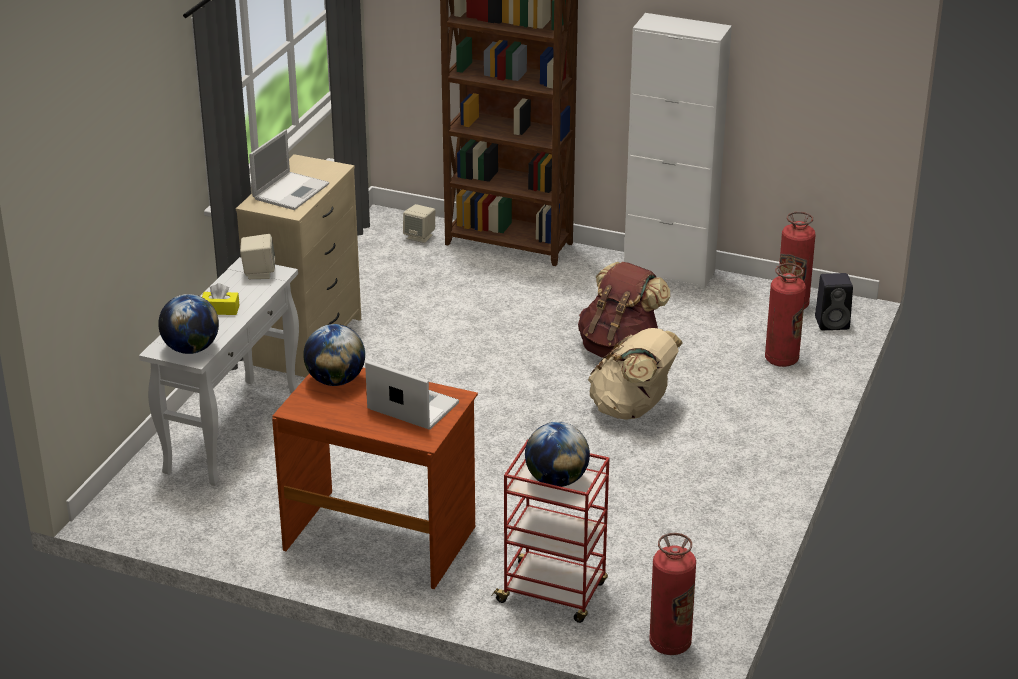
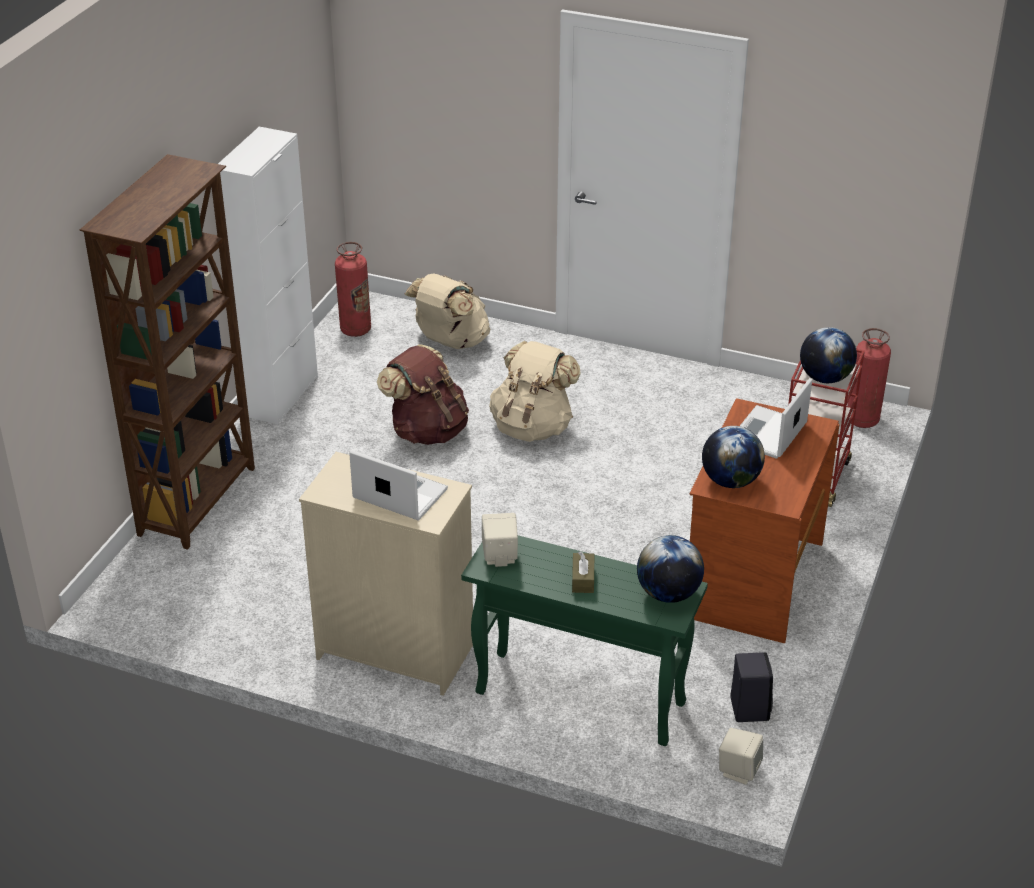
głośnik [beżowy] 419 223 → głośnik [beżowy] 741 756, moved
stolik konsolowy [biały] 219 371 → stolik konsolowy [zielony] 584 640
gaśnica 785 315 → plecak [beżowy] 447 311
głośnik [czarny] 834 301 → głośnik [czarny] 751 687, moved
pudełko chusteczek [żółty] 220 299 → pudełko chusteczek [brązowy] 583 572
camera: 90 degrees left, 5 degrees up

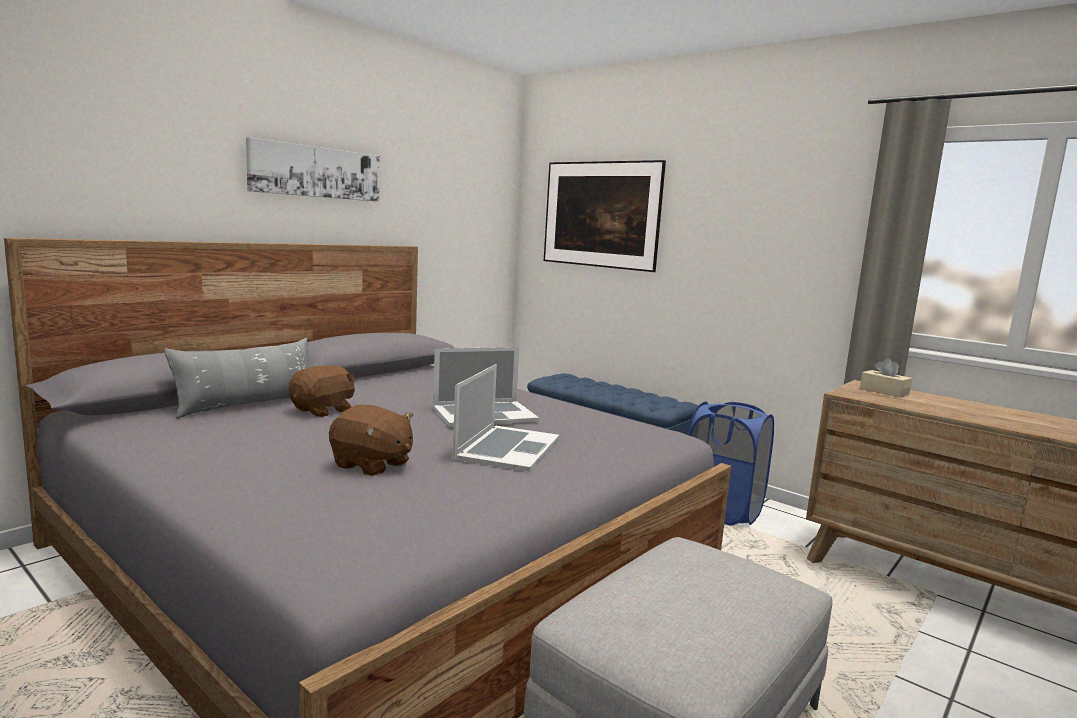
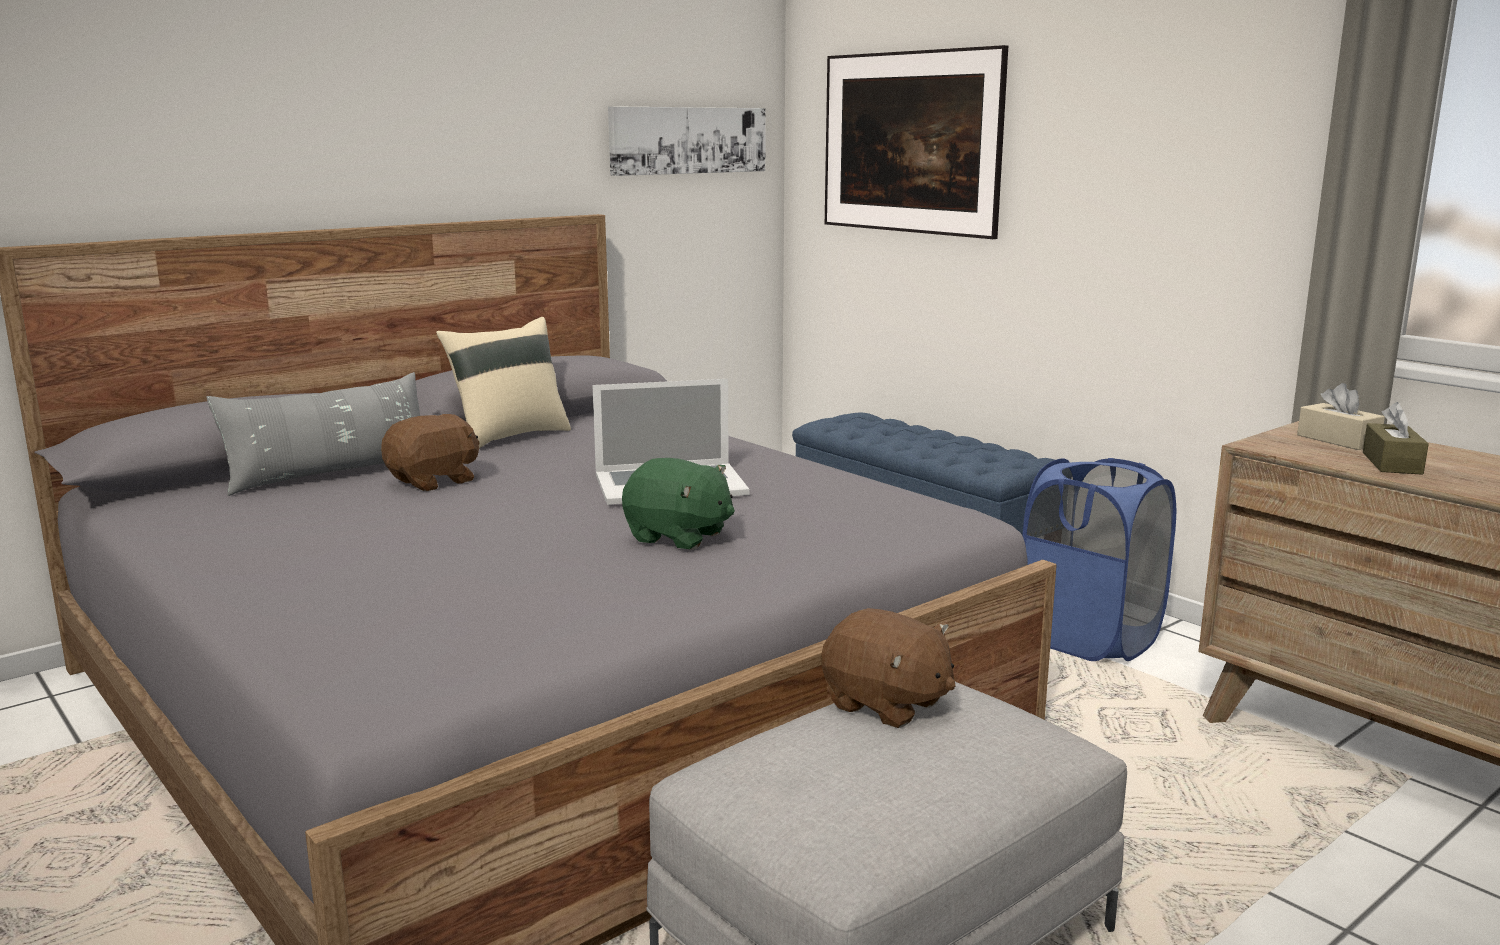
obraz 313 169 → obraz 687 141, moved
laptop 506 418 → pluszak [zielony] 678 503
pluszak [brązowy] 371 440 → pluszak [brązowy] 888 668, moved
- → poduszka [beżowy] 503 382
- → pudełko chusteczek [brązowy] 1396 438
camera: 10 degrees right, 5 degrees up

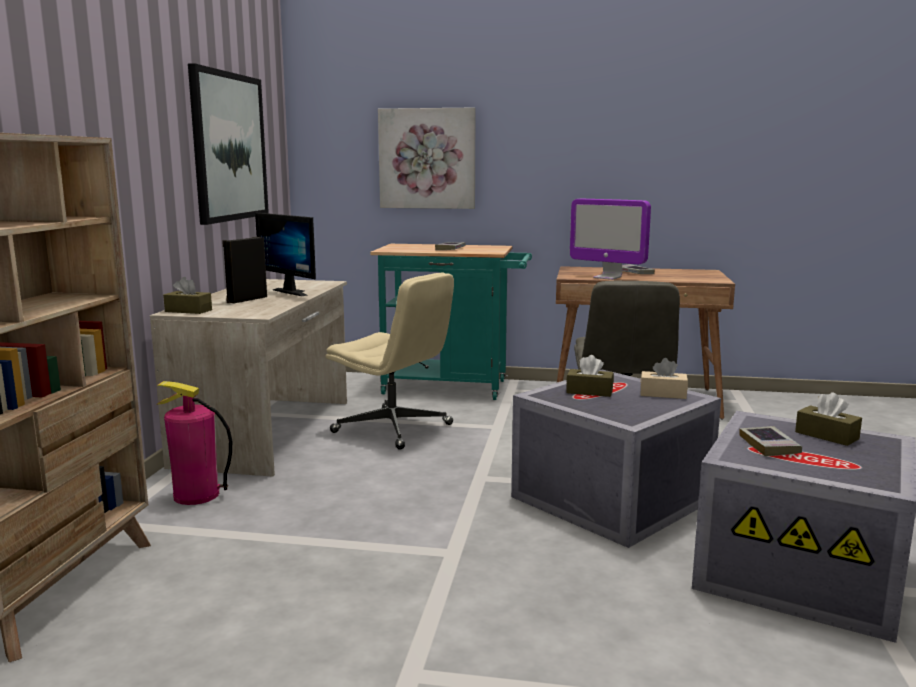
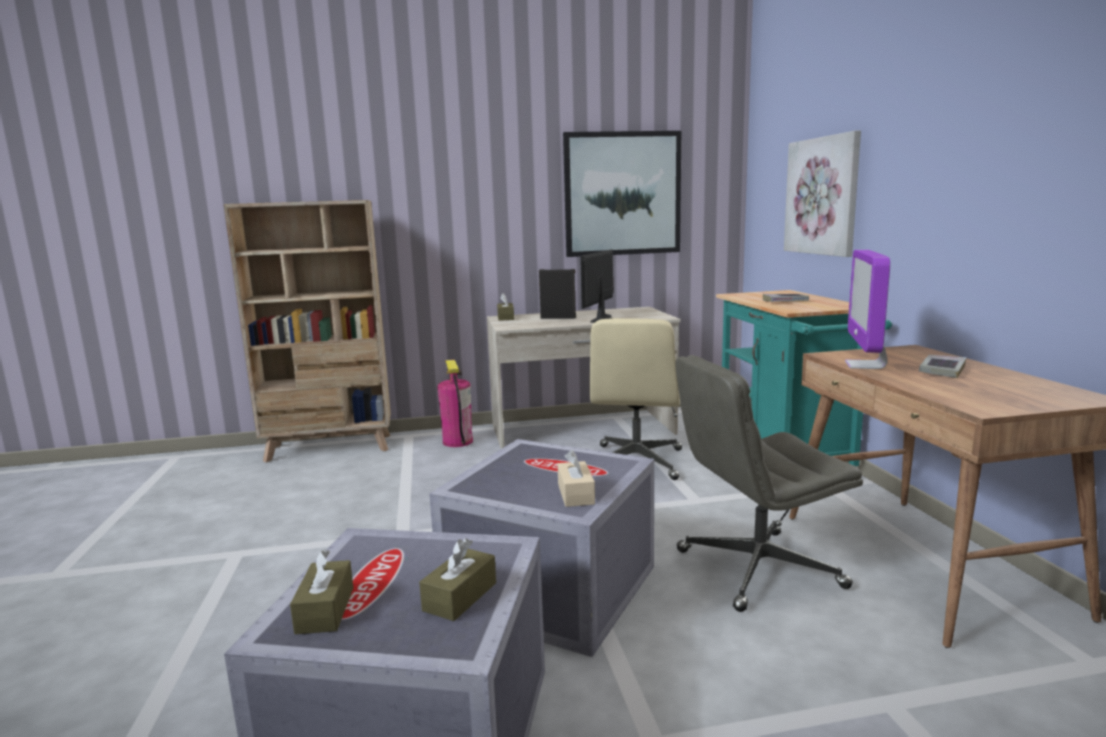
pudełko chusteczek [brązowy] 590 376 → pudełko chusteczek [brązowy] 321 591, moved
książka 770 441 → -
camera: 70 degrees right, 0 degrees up

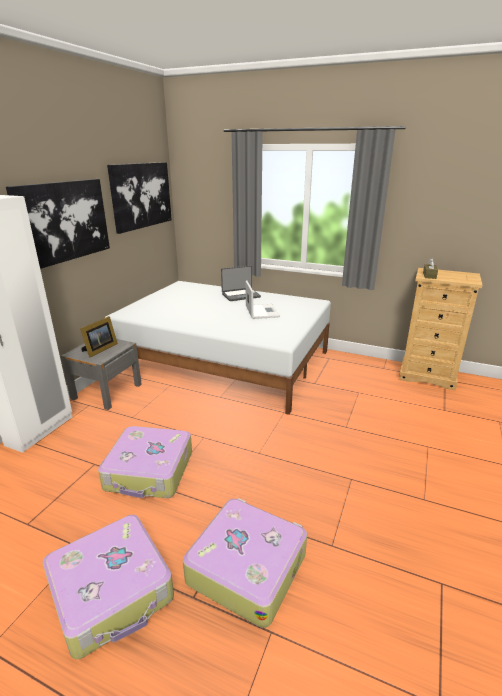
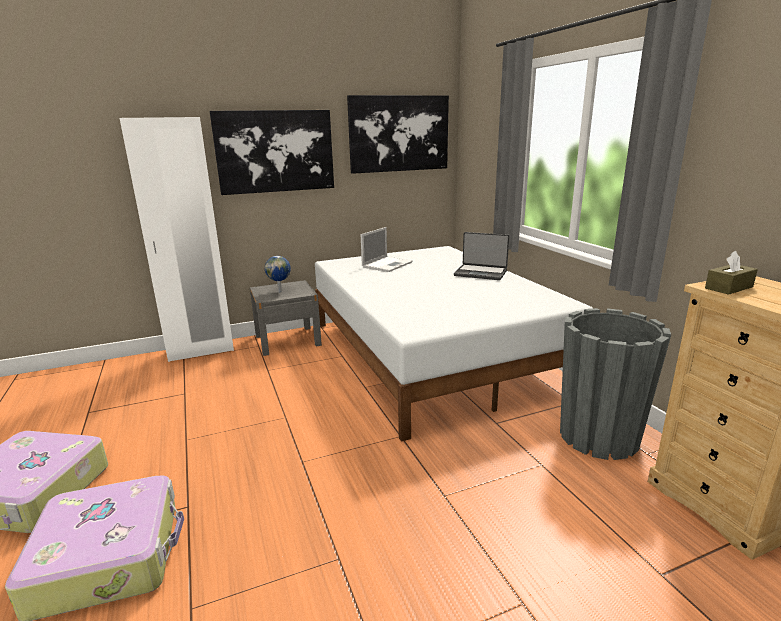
laptop 263 299 → laptop 386 249, moved
ramka na zdjęcie 99 337 → globus 278 274
walizka 145 462 → -
- → donica [szary] 615 384
camera: 45 degrees right, 5 degrees down

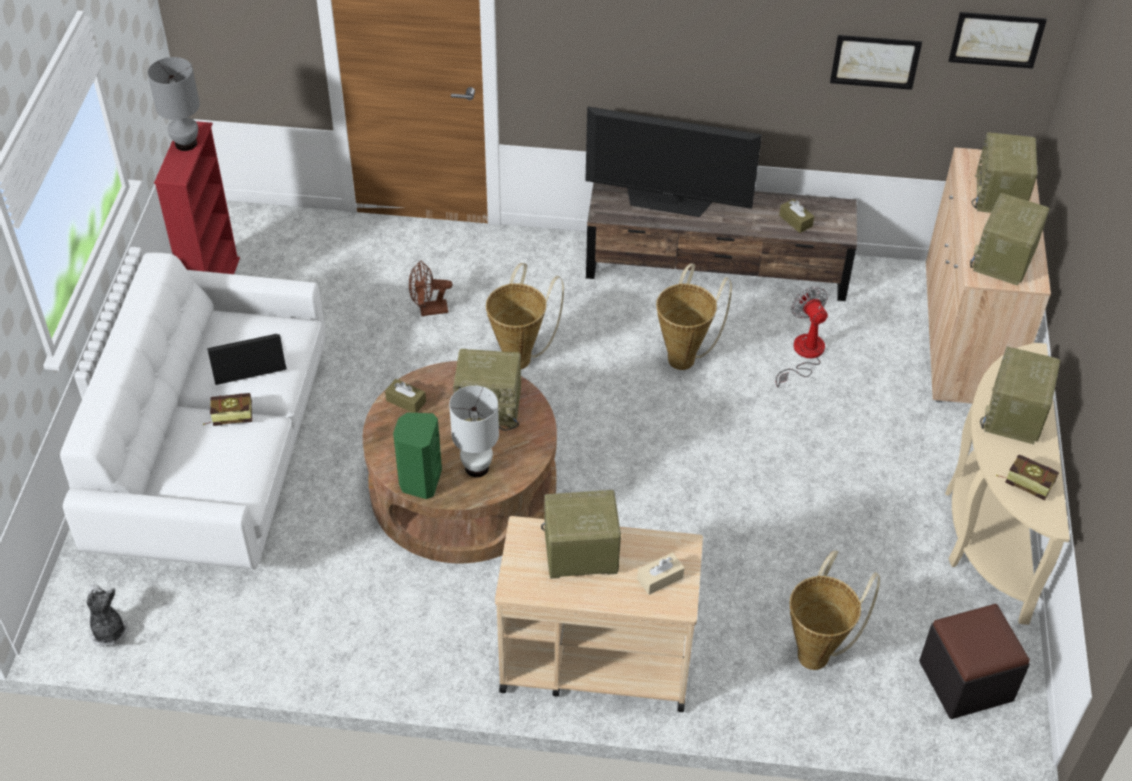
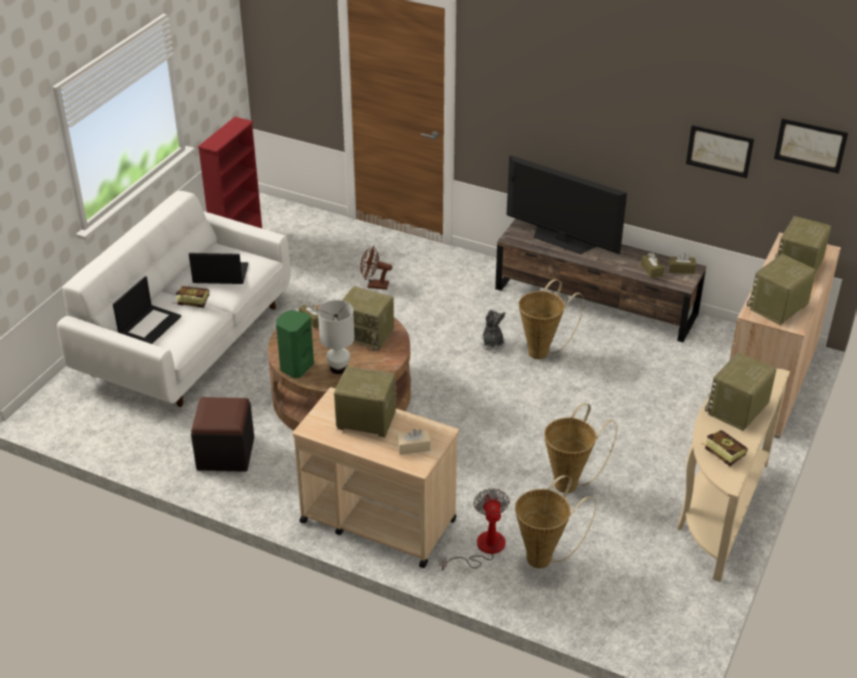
lampa stołowa [szary] 173 104 → -
koszyk 525 316 → koszyk 580 448, moved
wentylator 802 337 → wentylator 474 529, moved
pluszak 107 615 → pluszak 493 329, moved
pufa [czarny] 974 661 → pufa [czarny] 222 434, moved
- → pudełko chusteczek [brązowy] 682 263
- → laptop 147 310
camera: 20 degrees right, 10 degrees down

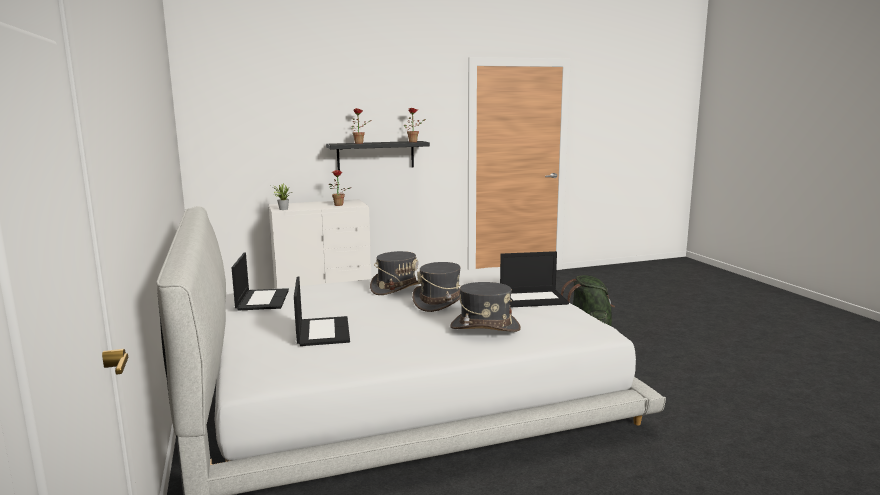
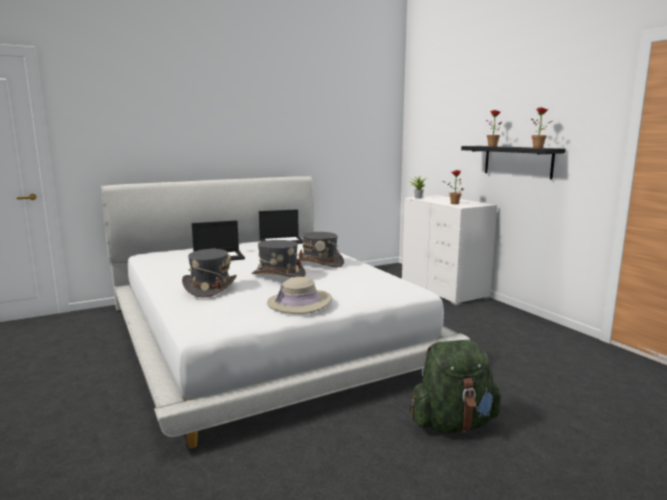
laptop 534 279 → kapelusz [beżowy] 299 295
camera: 80 degrees right, 0 degrees up

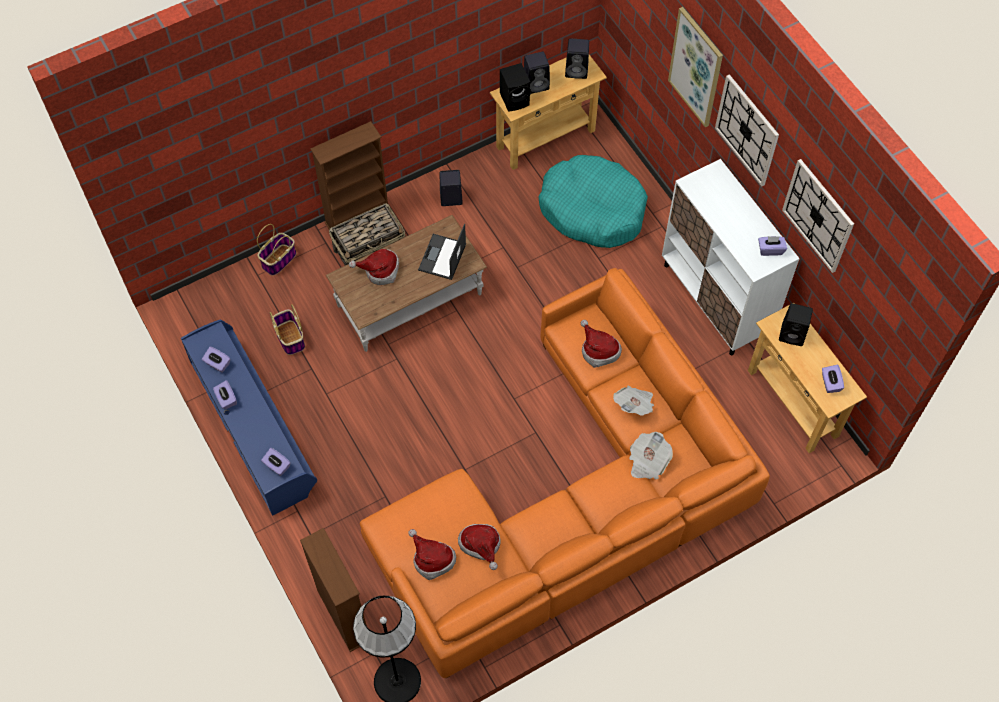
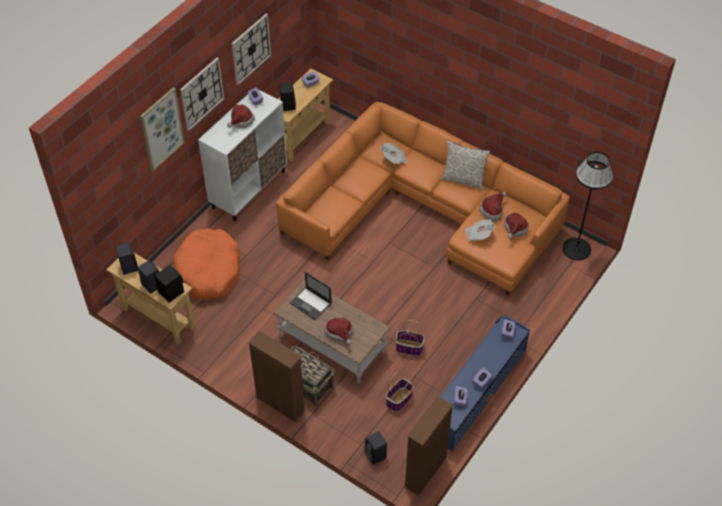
legowisko [turkusowy] 593 201 → legowisko [pomarańczowy] 206 264
głośnik [czarny] 451 188 → głośnik [czarny] 375 448, moved
koszyk 276 250 → koszyk 410 338, moved
laptop 442 252 → laptop 311 296, 45 degrees clockwise
kapelusz 601 344 → kapelusz 241 116, moved
gazeta 633 401 → gazeta 480 230, moved
regał [brązowy] 333 590 → regał [brązowy] 428 446, moved
- → poduszka 465 165
camera: 115 degrees left, 10 degrees down

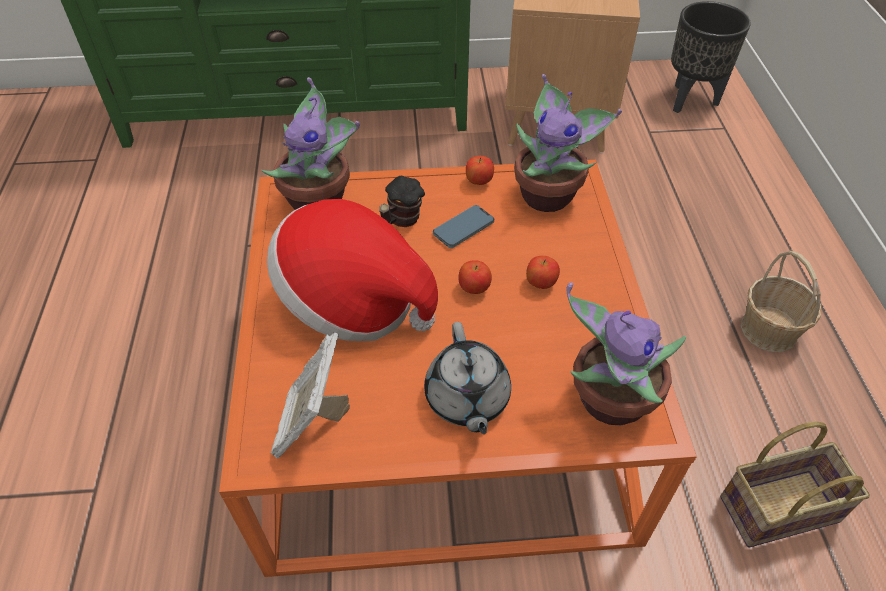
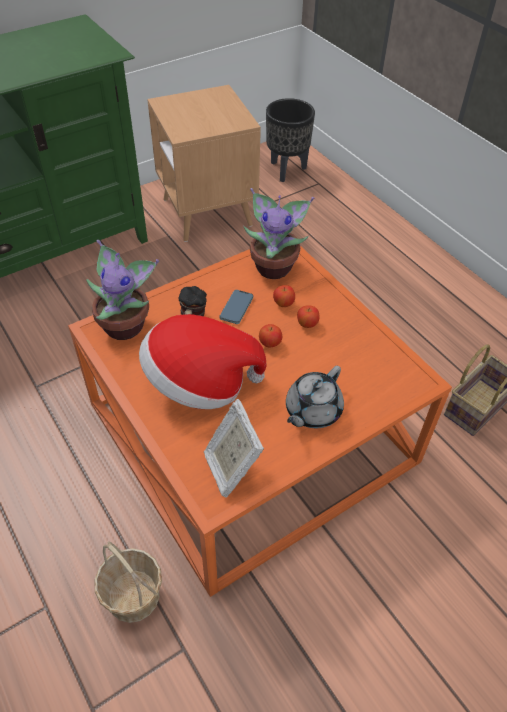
jabłko 480 170 → jabłko 284 296, moved
koszyk 781 301 → koszyk 128 582, moved
roślina doniczkowa 626 354 → -
imbryk [szary] 467 378 → imbryk [szary] 315 397, 75 degrees clockwise
camera: 30 degrees left, 0 degrees up

